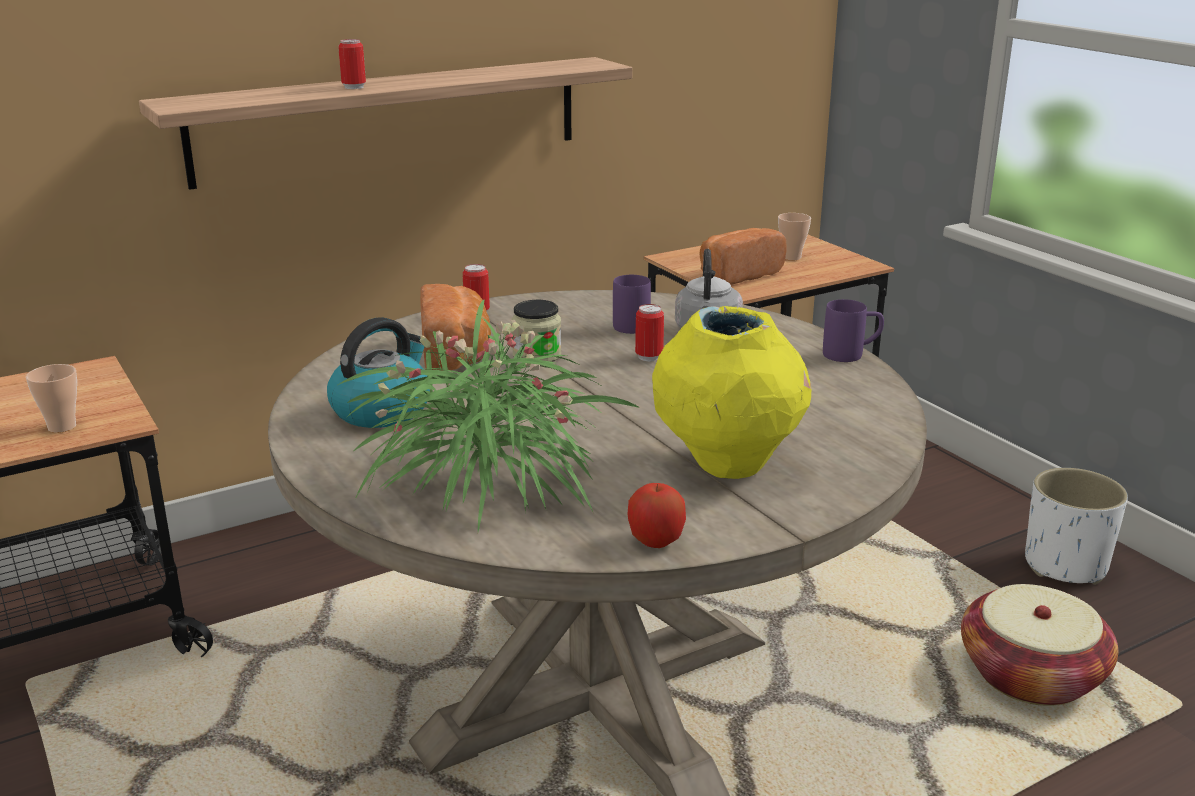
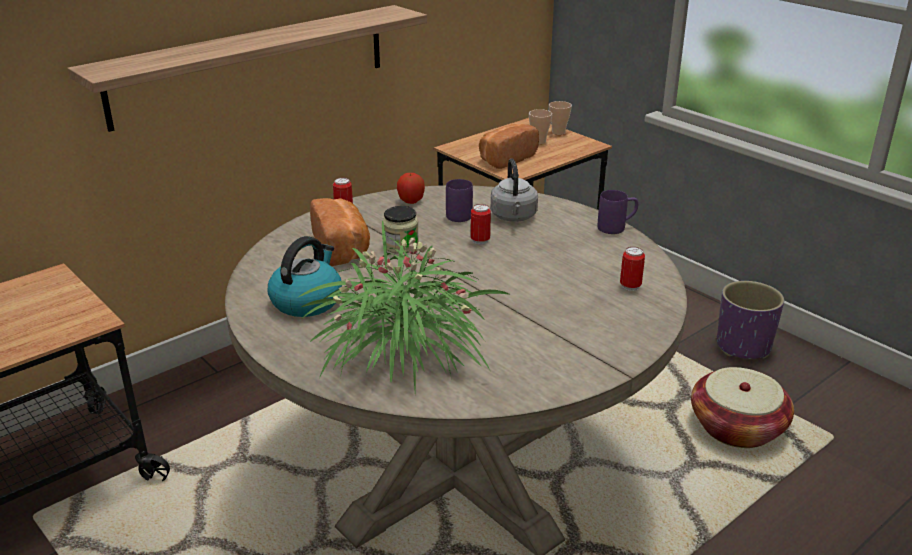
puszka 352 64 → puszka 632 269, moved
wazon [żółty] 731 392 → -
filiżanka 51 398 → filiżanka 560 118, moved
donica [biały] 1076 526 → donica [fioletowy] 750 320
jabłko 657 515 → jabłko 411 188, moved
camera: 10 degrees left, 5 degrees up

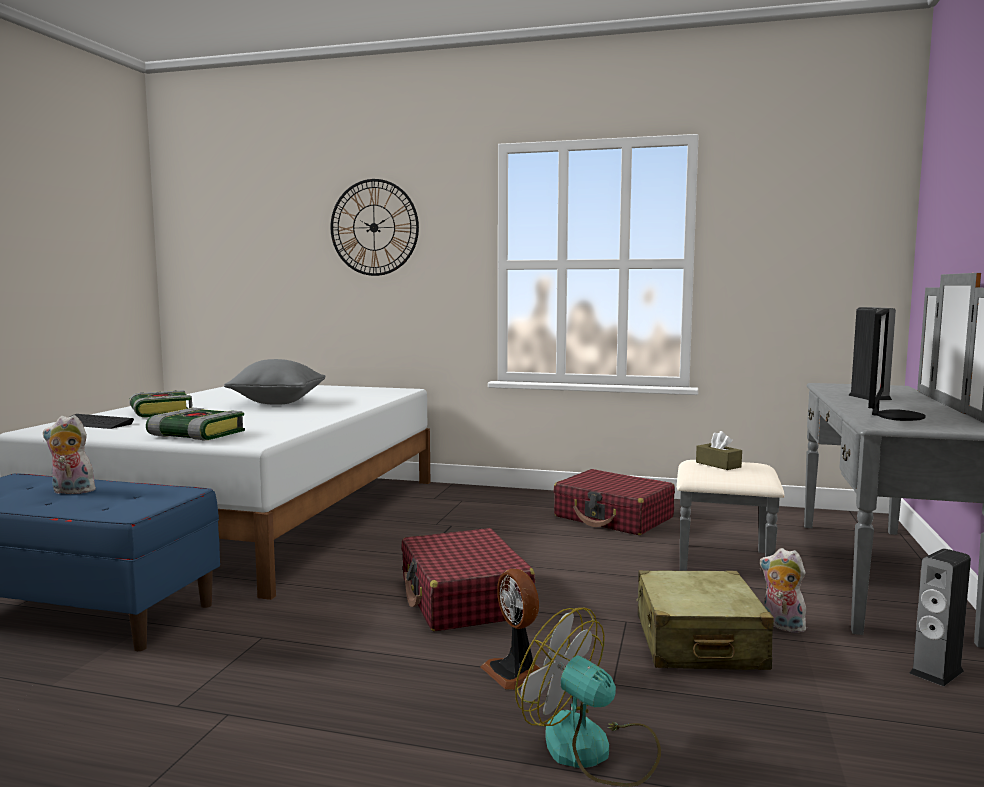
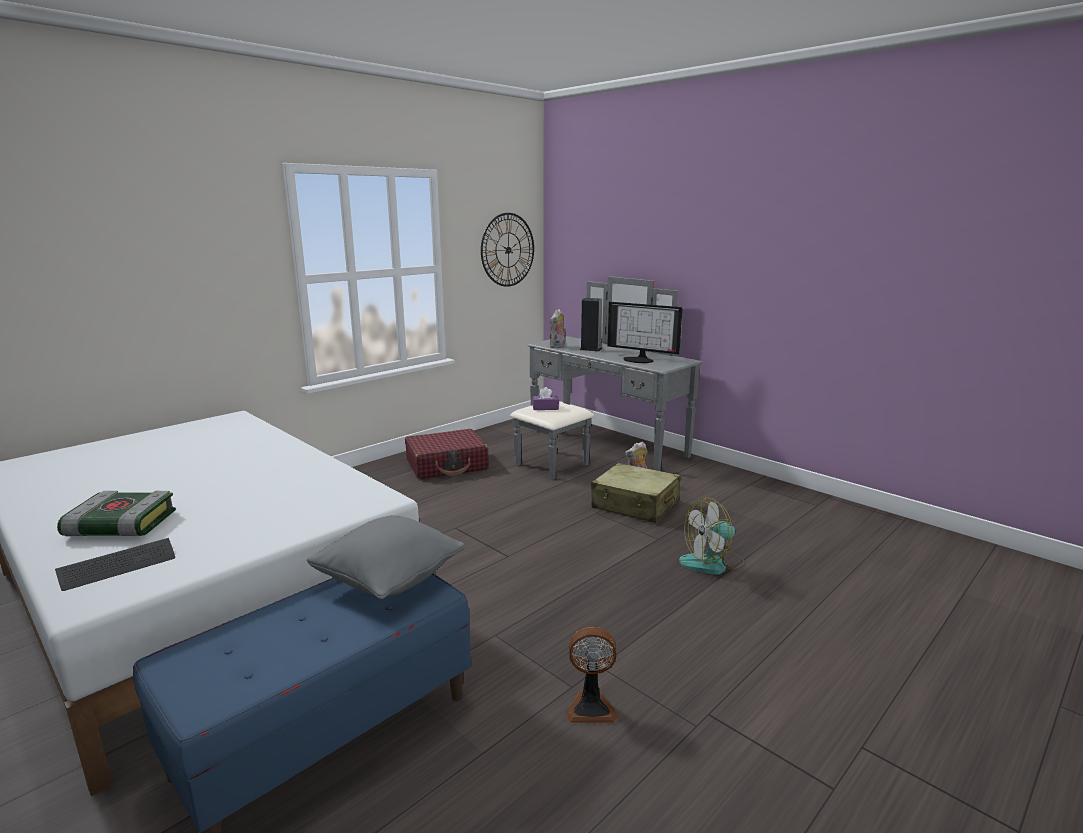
zegar ścienny 375 227 → zegar ścienny 507 250, moved
monitor 897 365 → monitor 644 332, 150 degrees clockwise
poduszka [szary] 274 382 → poduszka [szary] 386 557, moved
książka 195 424 → -
pluszak 69 454 → pluszak 557 328, moved
pudełko chusteczek [brązowy] 719 450 → pudełko chusteczek [fioletowy] 545 398
walizka [czerwony] 468 579 → -
głośnik 940 617 → -
wentylator 510 629 → wentylator 592 675, moved
camera: 60 degrees left, 10 degrees up

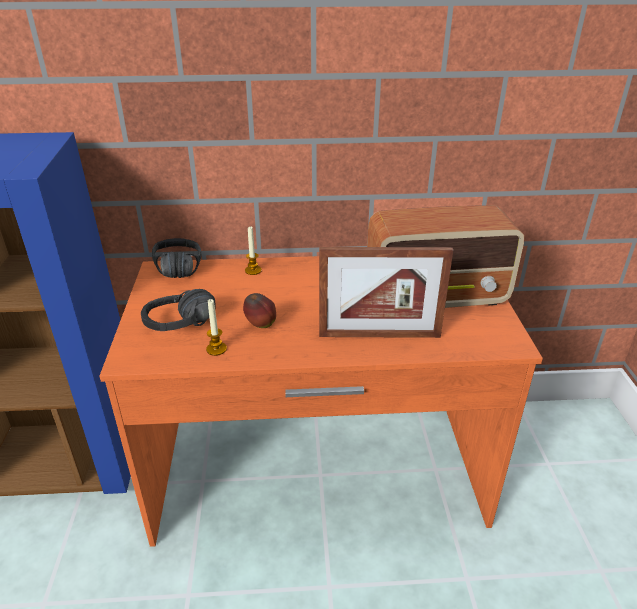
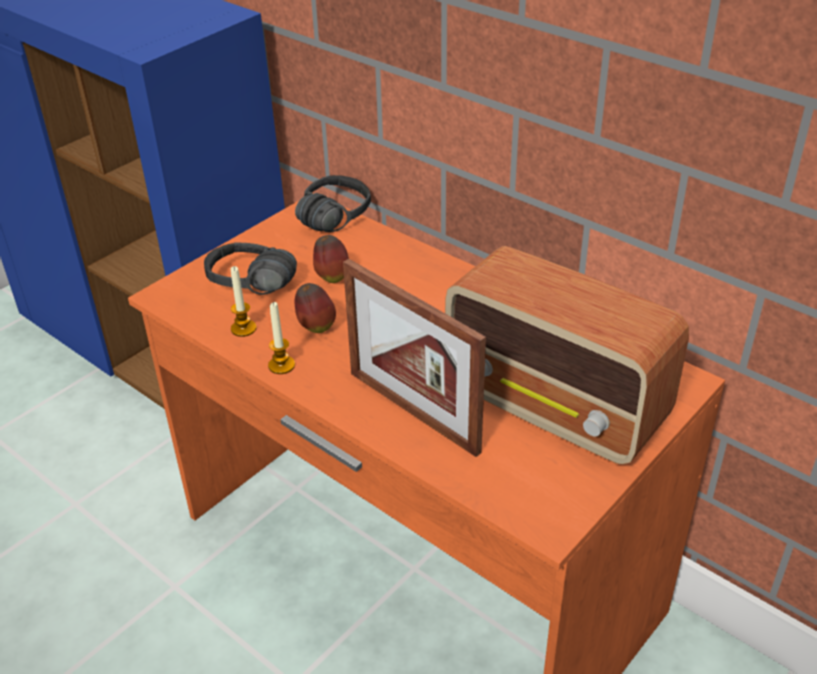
świeca 253 250 → świeca 281 338, moved
- → jabłko 331 259
camera: 45 degrees right, 5 degrees up

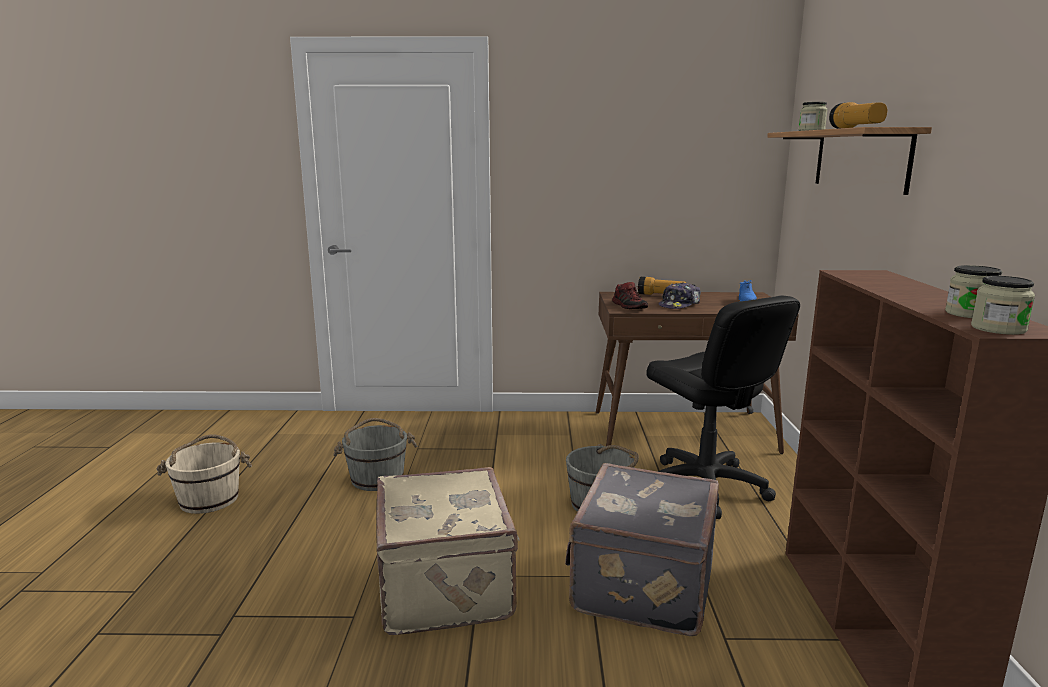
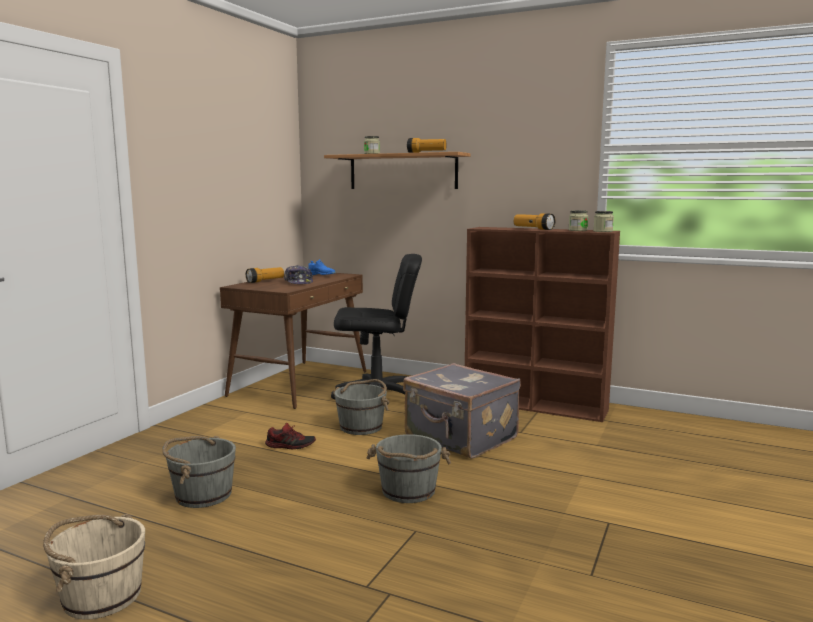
but 630 295 → but 290 436, moved
walizka [beżowy] 448 551 → wiadro [szary] 408 468
- → latarka 534 221
camera: 65 degrees left, 5 degrees down

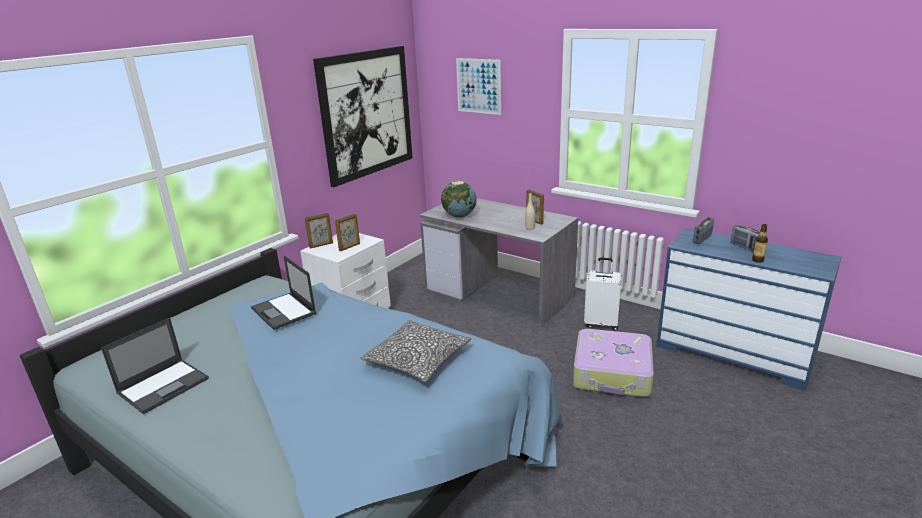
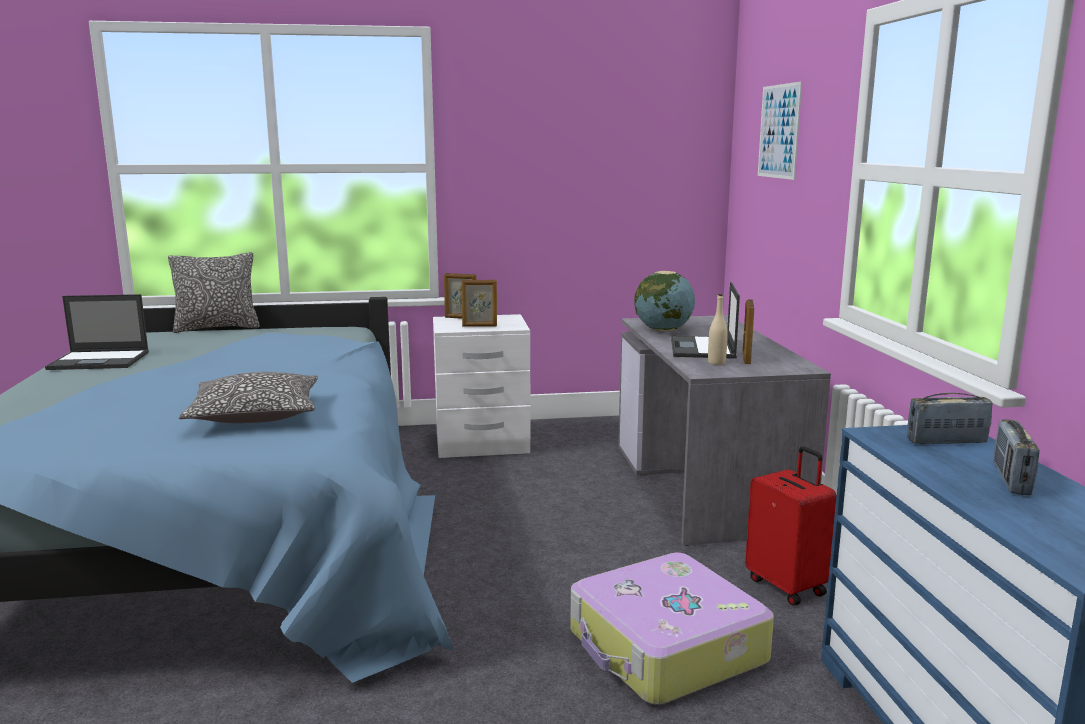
obraz 363 116 → -
butelka 760 243 → -
laptop 283 292 → laptop 705 320, moved
walizka [biały] 602 294 → walizka [czerwony] 790 526
- → poduszka 214 292
camera: 45 degrees right, 10 degrees down

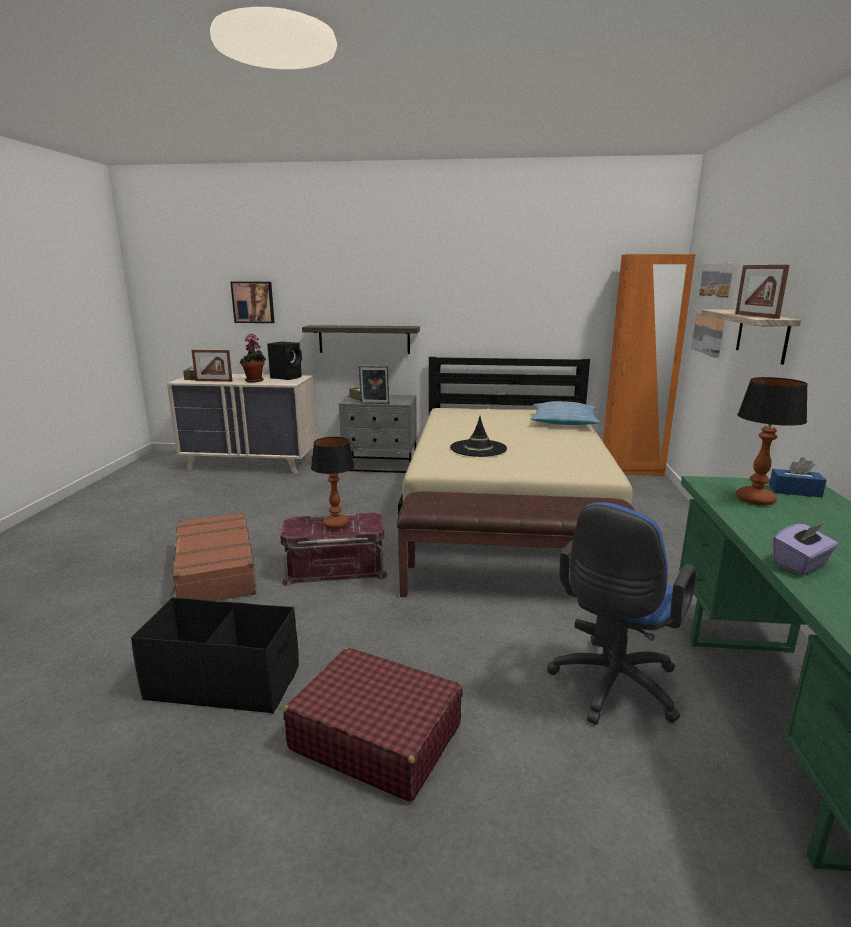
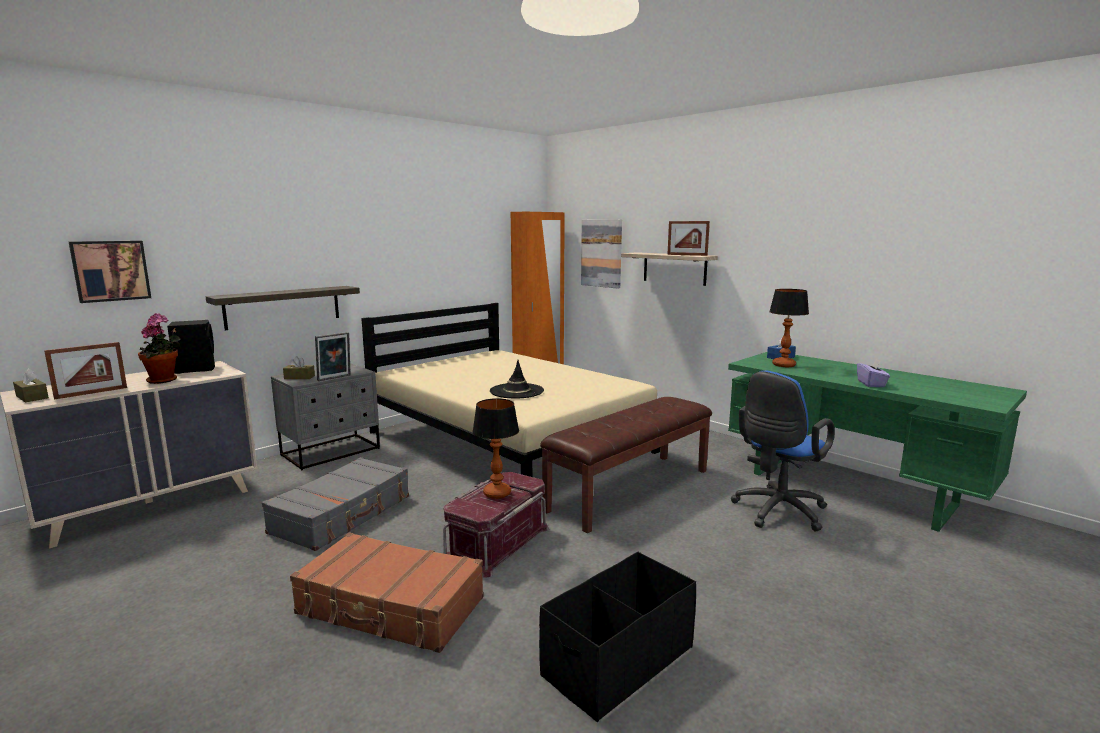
poduszka 565 413 → -
krzesło biurowe [niebieski] 621 613 → krzesło biurowe [niebieski] 783 451, 60 degrees clockwise
walizka [czerwony] 373 724 → -
- → walizka [szary] 335 504
camera: 50 degrees left, 5 degrees down

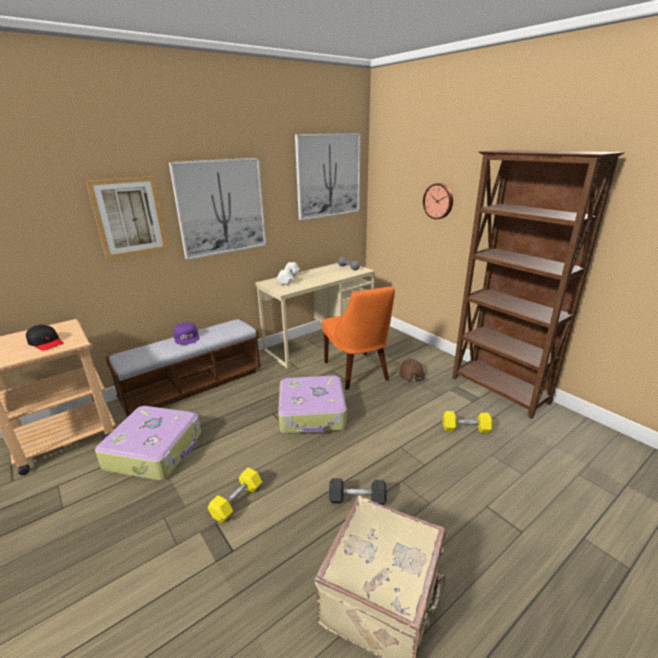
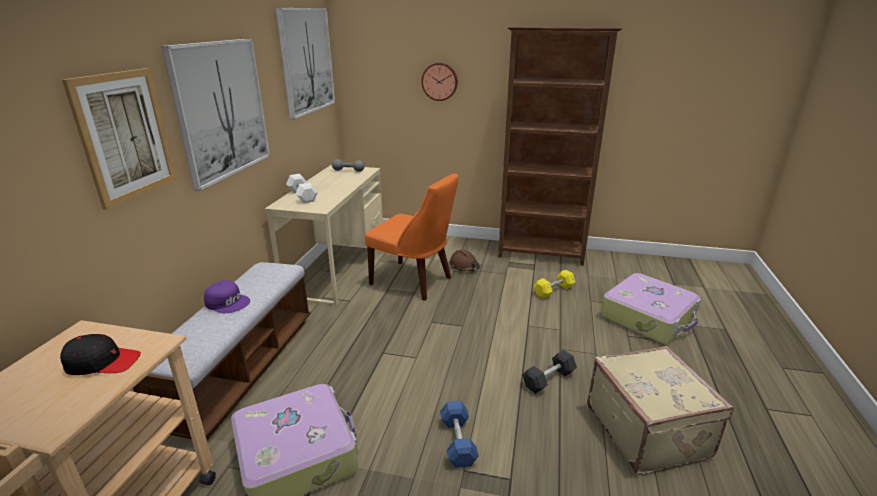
walizka 312 405 → walizka 651 308, moved
hantel [żółty] 235 495 → hantel [niebieski] 459 434
camera: 40 degrees left, 0 degrees up

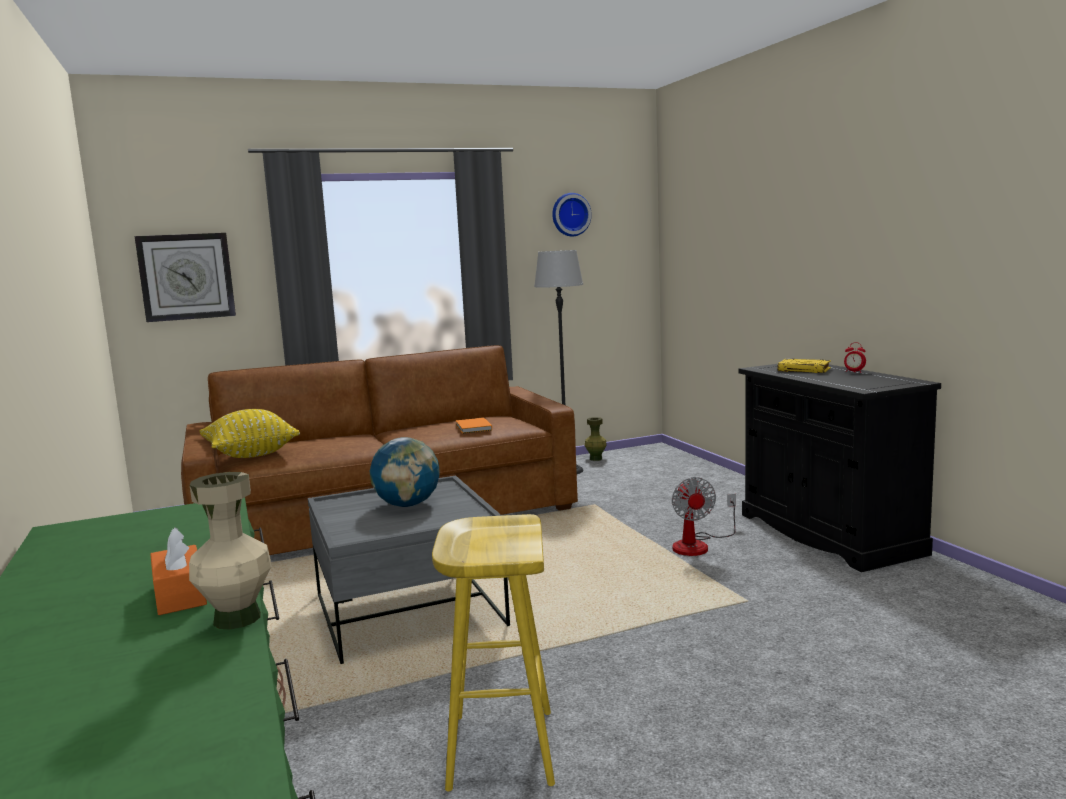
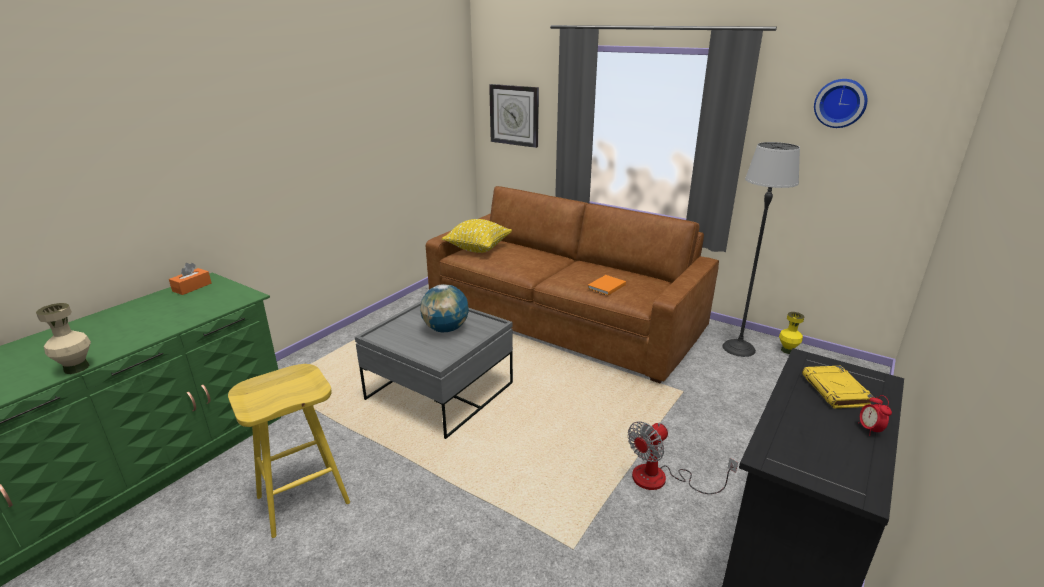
wazon [zielony] 596 439 → wazon [żółty] 792 333
pudełko chusteczek [pomarańczowy] 178 571 → pudełko chusteczek [pomarańczowy] 190 279, moved
camera: 55 degrees right, 15 degrees up

